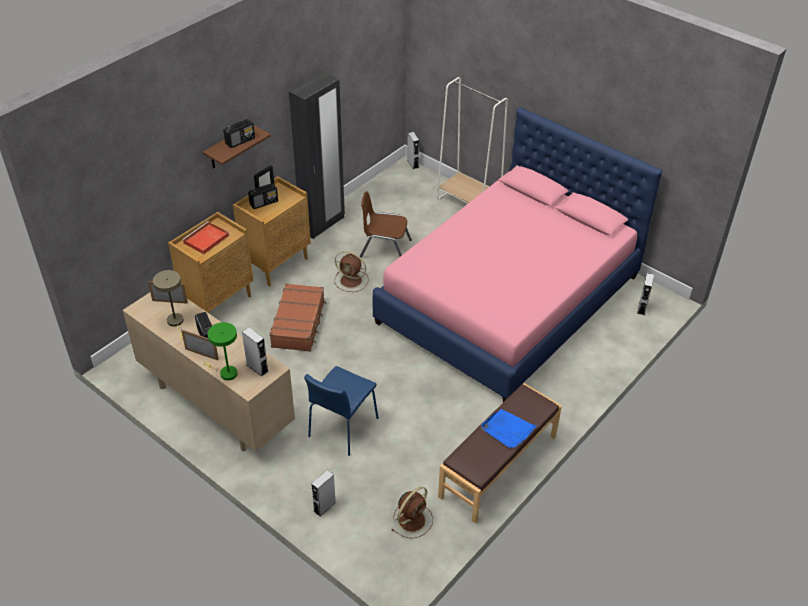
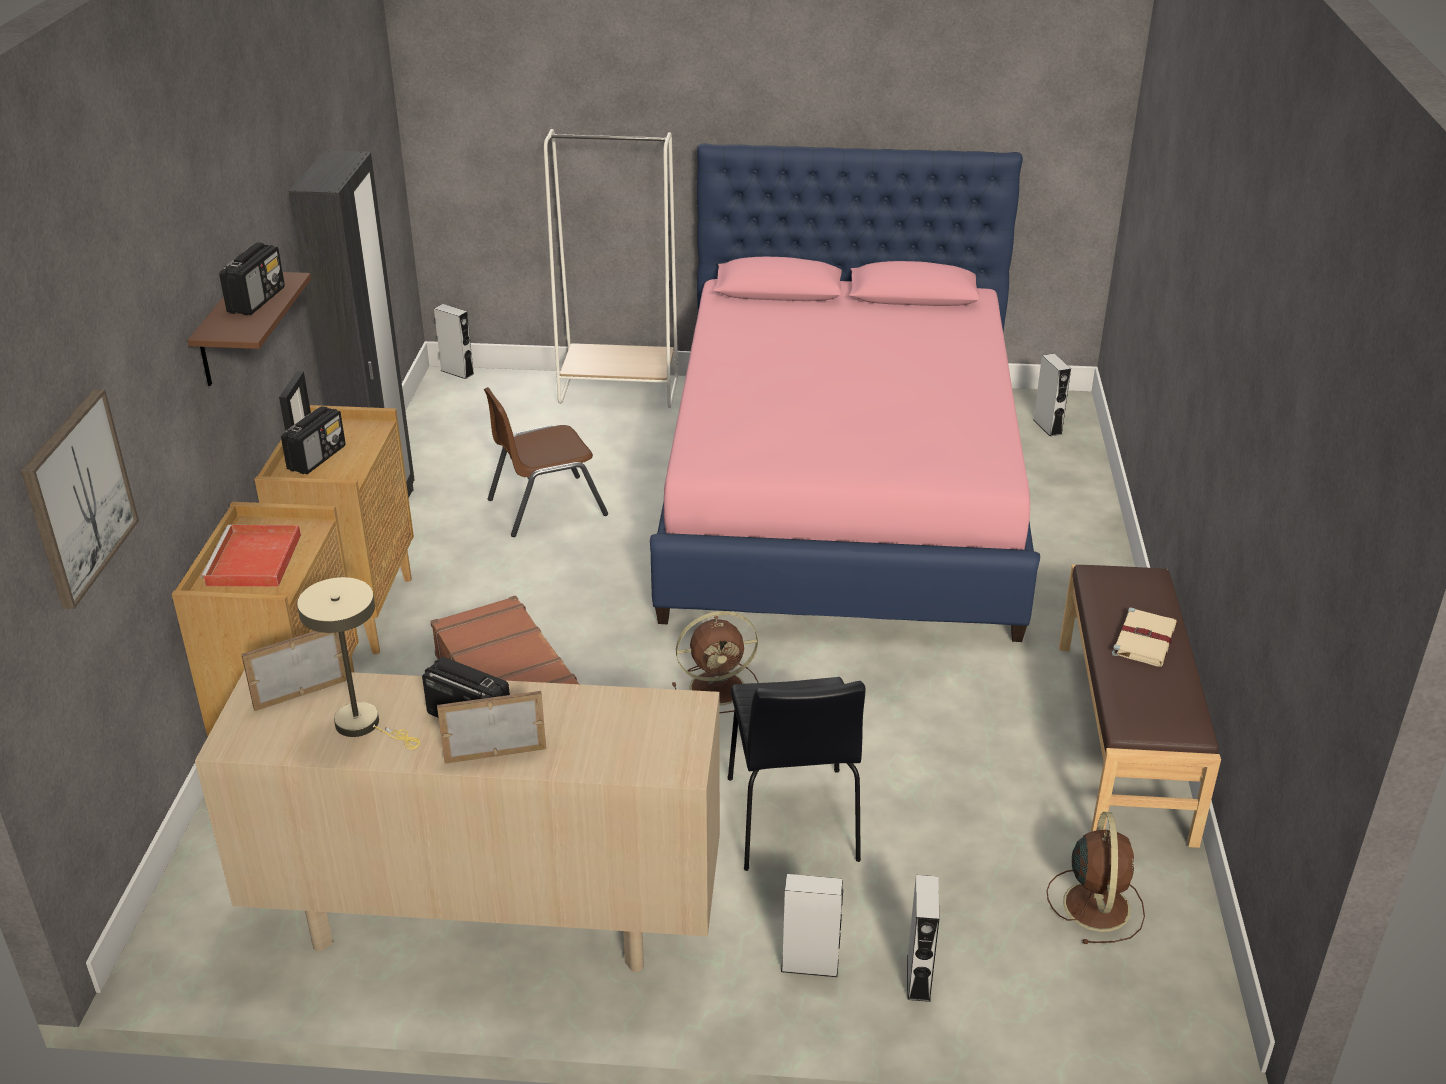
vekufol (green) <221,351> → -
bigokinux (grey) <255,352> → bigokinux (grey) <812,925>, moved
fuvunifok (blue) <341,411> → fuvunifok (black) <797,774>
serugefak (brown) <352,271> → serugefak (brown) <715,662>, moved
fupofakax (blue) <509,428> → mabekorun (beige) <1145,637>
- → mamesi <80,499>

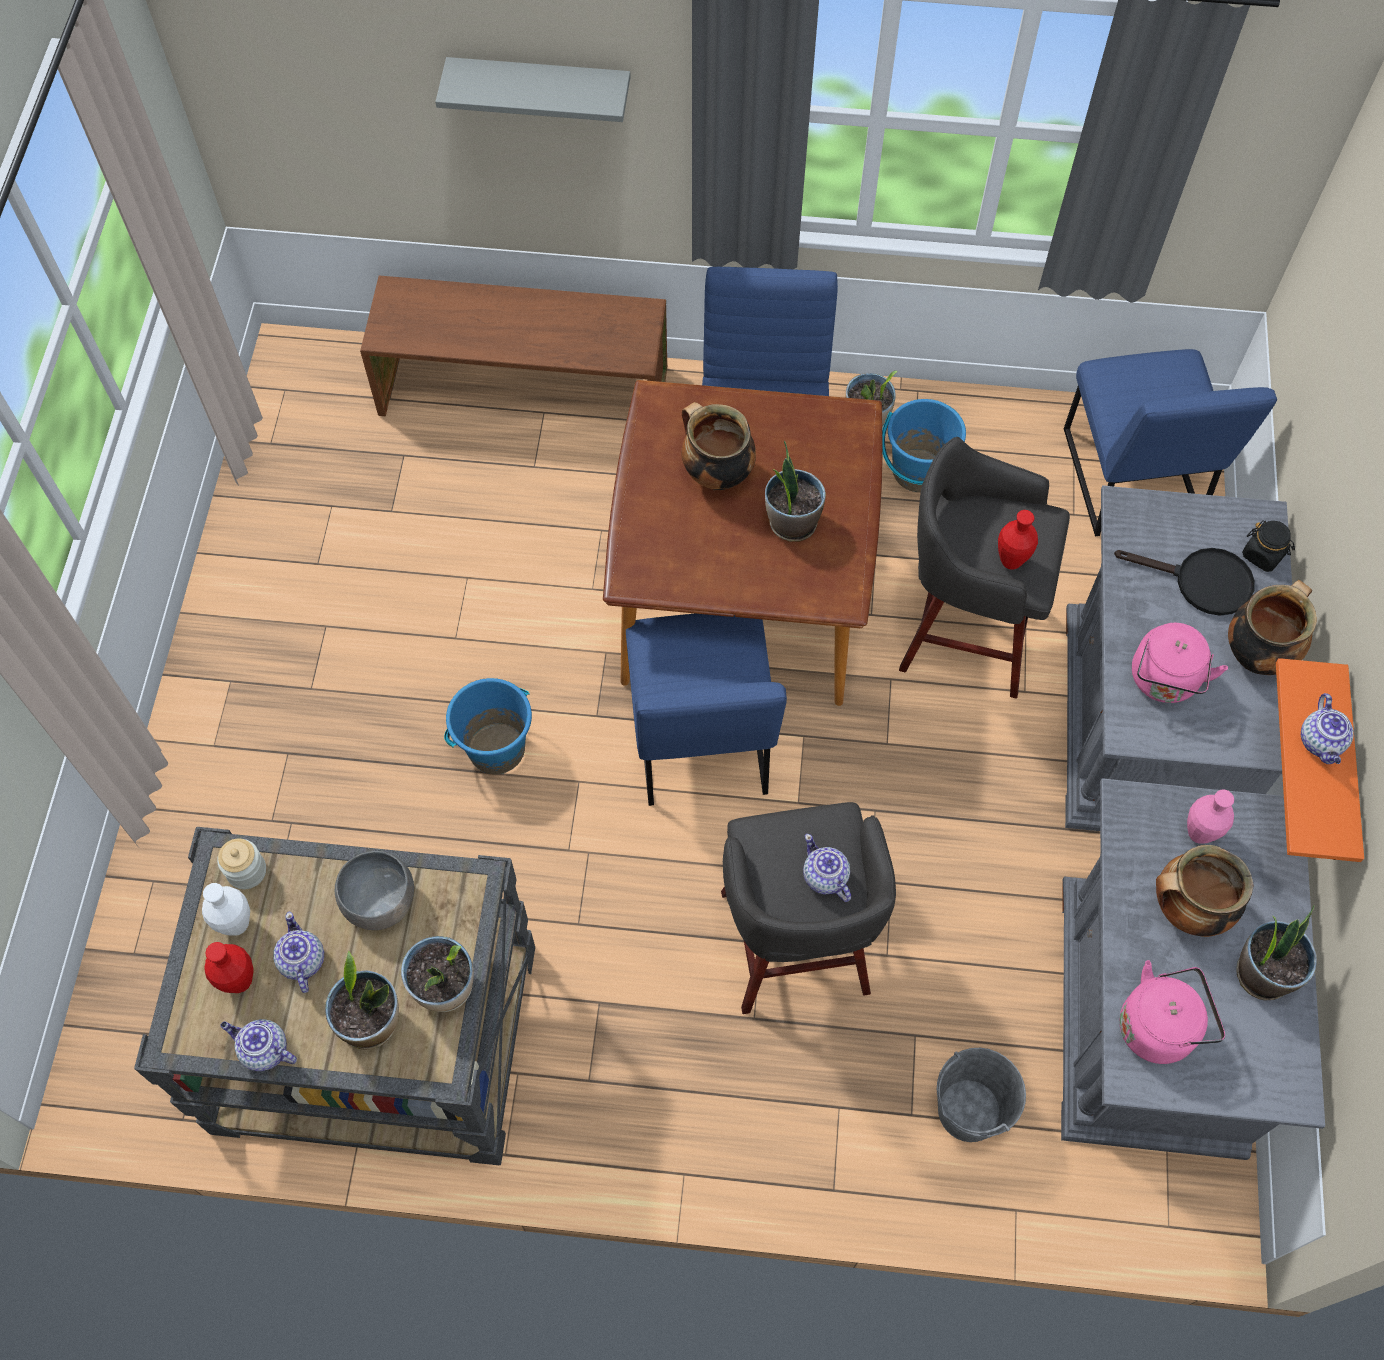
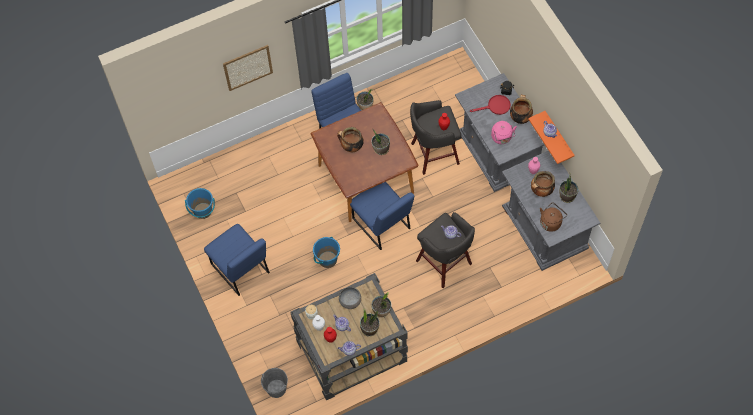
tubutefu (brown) <513,346> → -
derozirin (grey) <533,89> → mamesi <248,68>
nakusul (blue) <924,445> → nakusul (blue) <200,203>, moved
nakusul (grey) <981,1095> → nakusul (grey) <274,383>, moved
fuvunifok (blue) <1170,442> → fuvunifok (blue) <237,260>, moved
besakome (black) <1184,582> → besakome (red) <490,105>
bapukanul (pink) <1172,1012> → bapukanul (brown) <553,217>

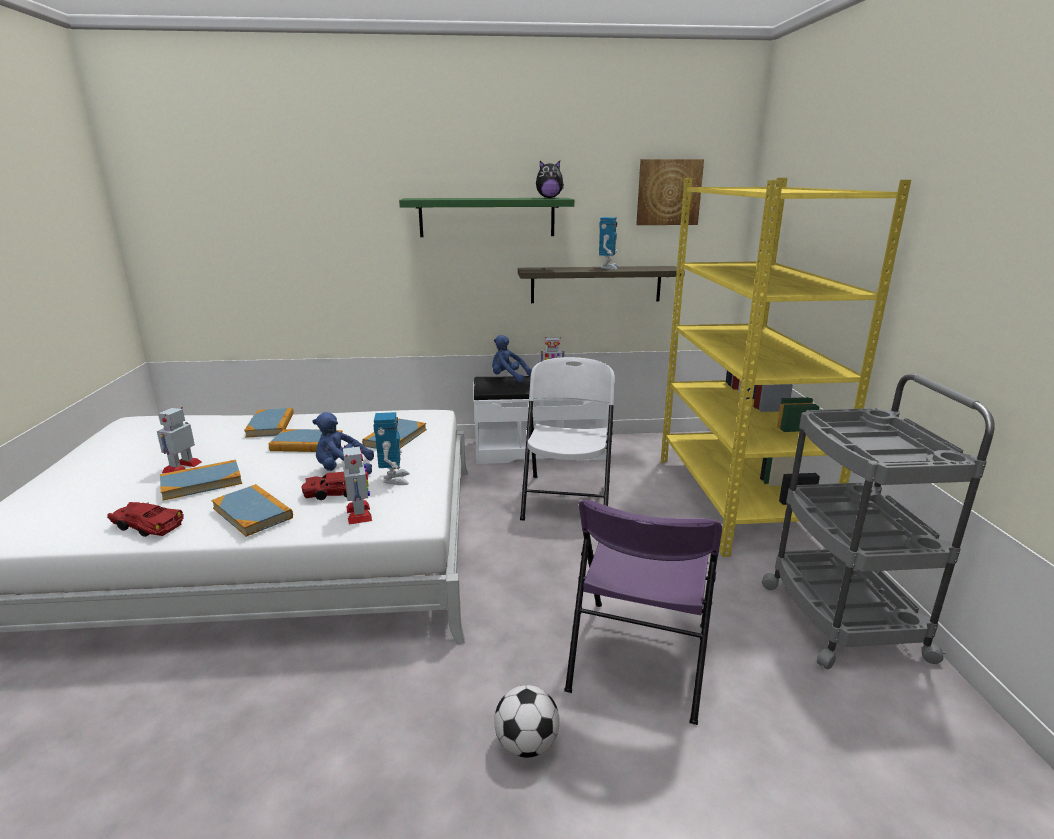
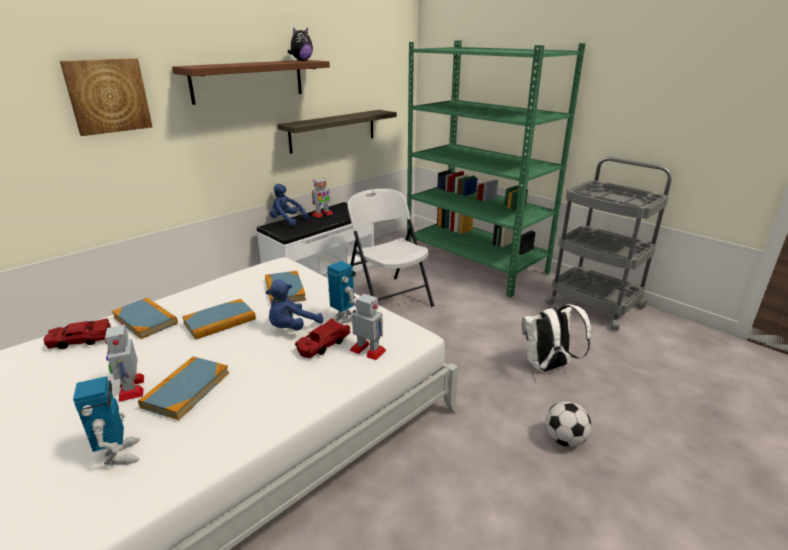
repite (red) <145,519> → repite (red) <77,333>, moved
mabekorun <252,510> → -
derozirin (green) <486,217> → derozirin (brown) <251,82>
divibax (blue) <512,359> → divibax (blue) <289,205>, 45 degrees clockwise
fuvunifok (purple) <643,612> → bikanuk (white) <556,338>
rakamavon <609,243> → rakamavon <106,420>, moved
mamesi <670,192> → mamesi <106,97>, moved
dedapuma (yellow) <786,367> → dedapuma (green) <496,169>

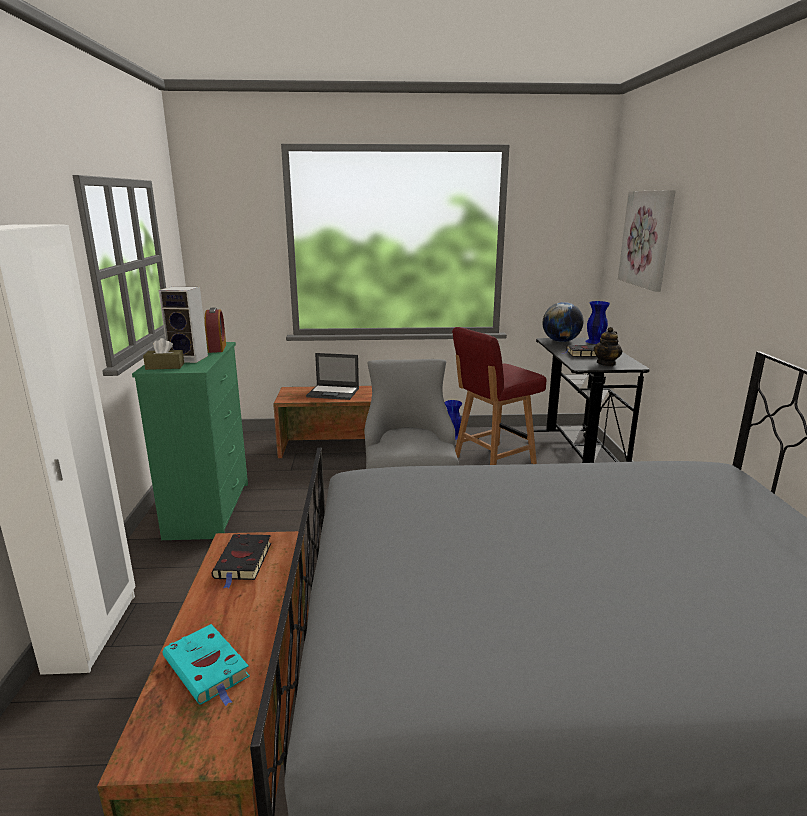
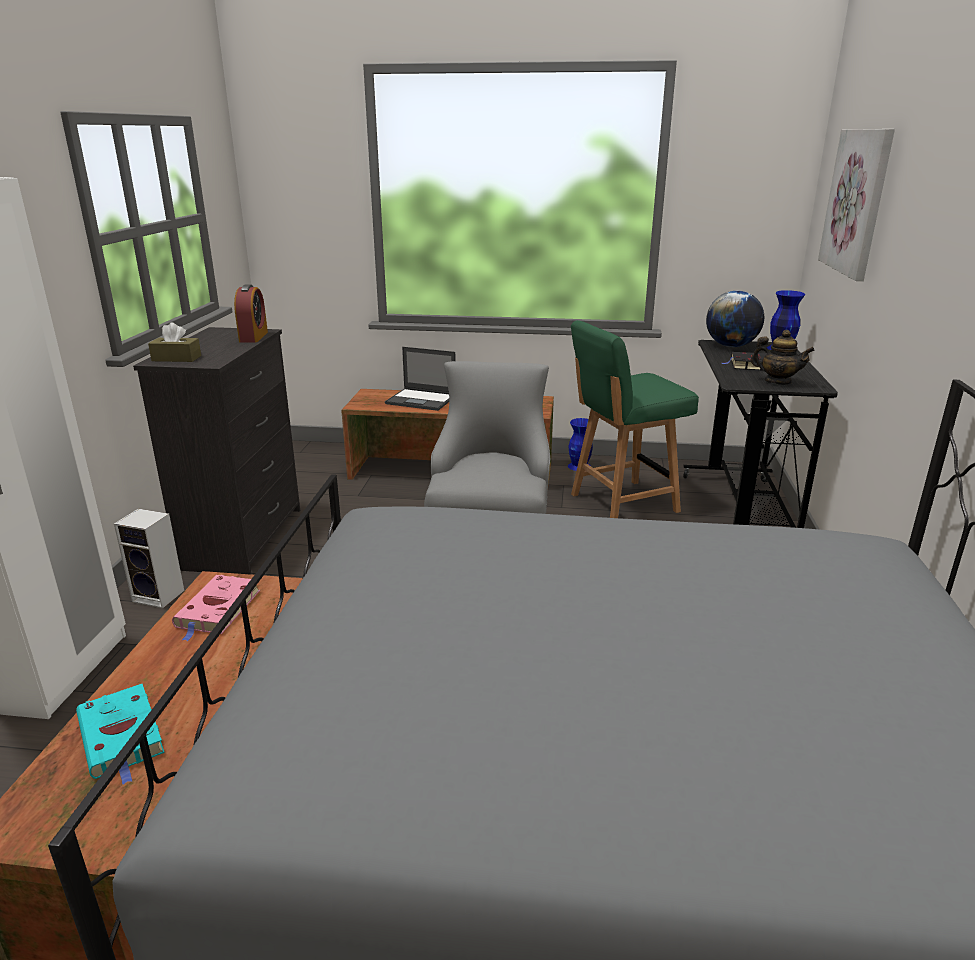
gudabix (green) <190,441> → gudabix (black) <216,450>
bigokinux <183,324> → bigokinux <149,558>, moved
mabekorun (black) <241,561> → mabekorun (pink) <216,608>
fuvunifok (red) <499,396> → fuvunifok (green) <635,419>
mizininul <608,346> → mizininul <783,357>, 105 degrees counterclockwise

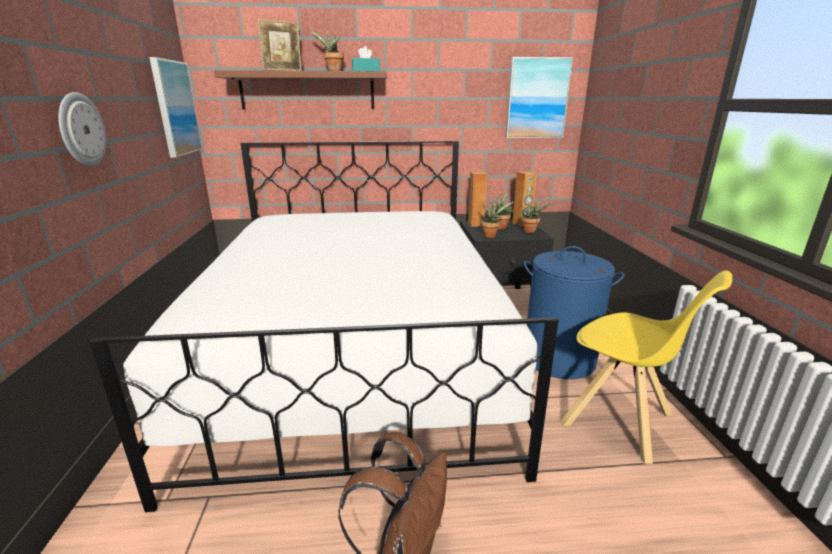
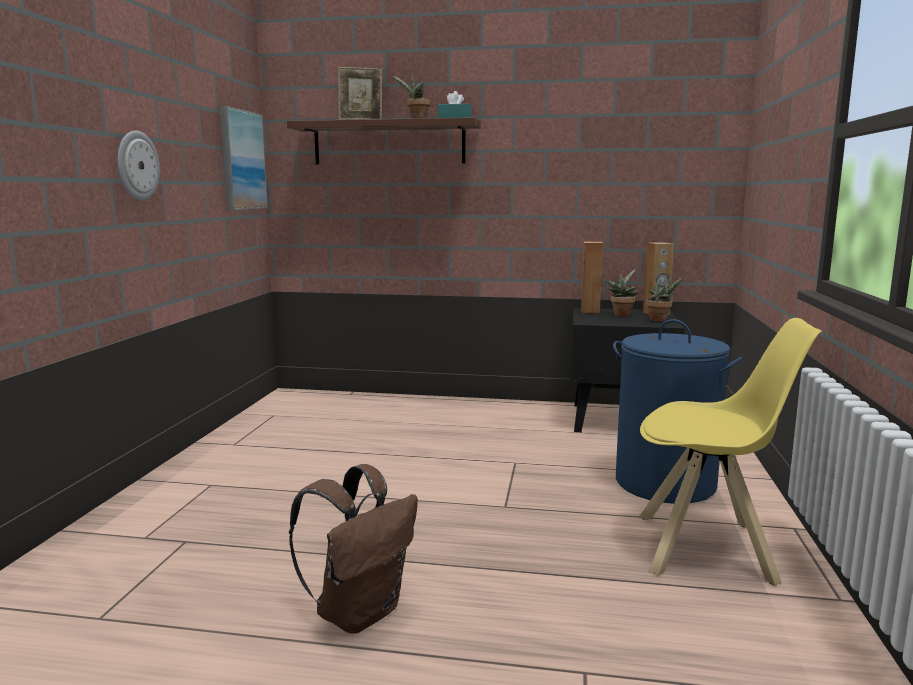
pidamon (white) <324,326> → -
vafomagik <497,219> → -
mamesi <539,97> → -
fuvunifok (yellow) <646,367> → fuvunifok (yellow) <730,451>, 45 degrees counterclockwise

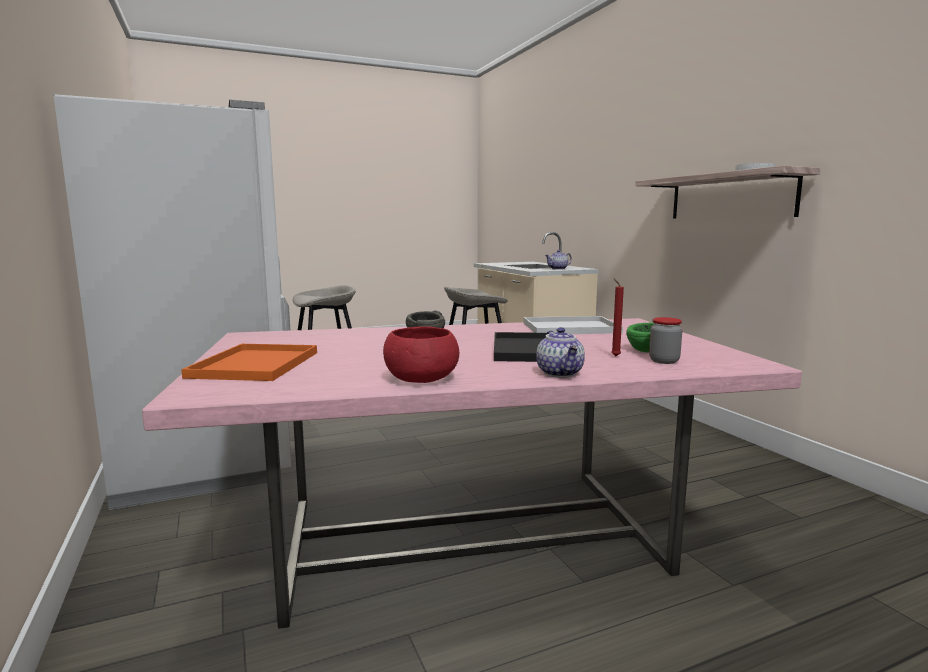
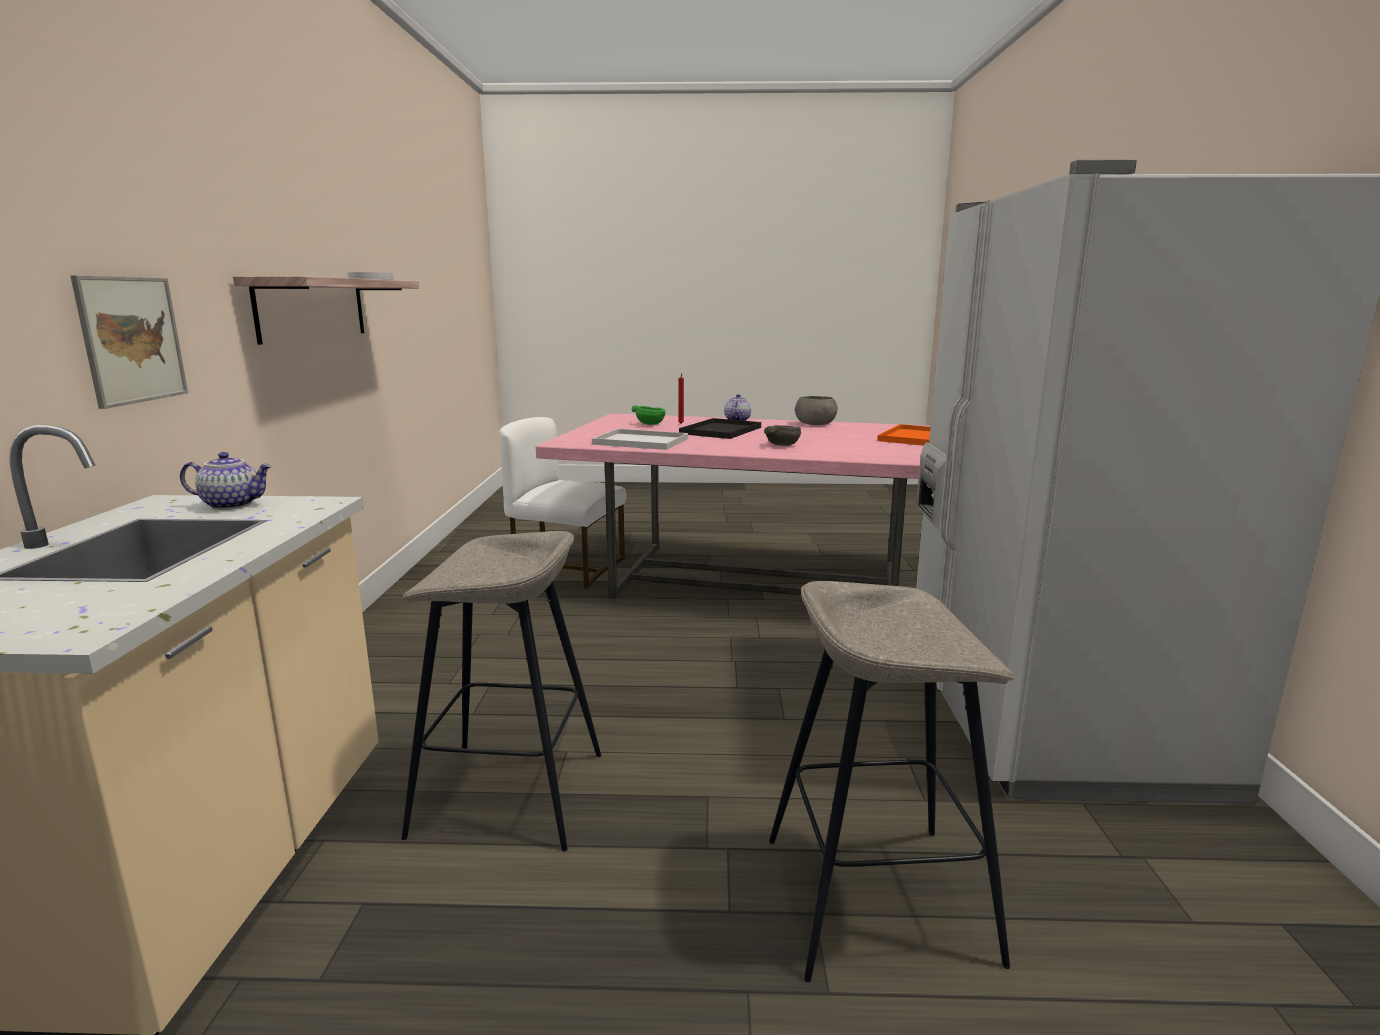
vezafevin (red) <421,354> → vezafevin (grey) <816,410>
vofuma <665,340> → -
- → mamesi <129,342>
- → fuvunifok (white) <562,502>

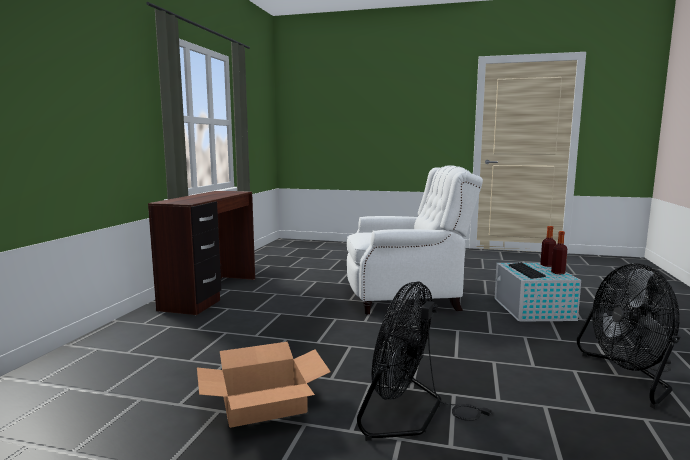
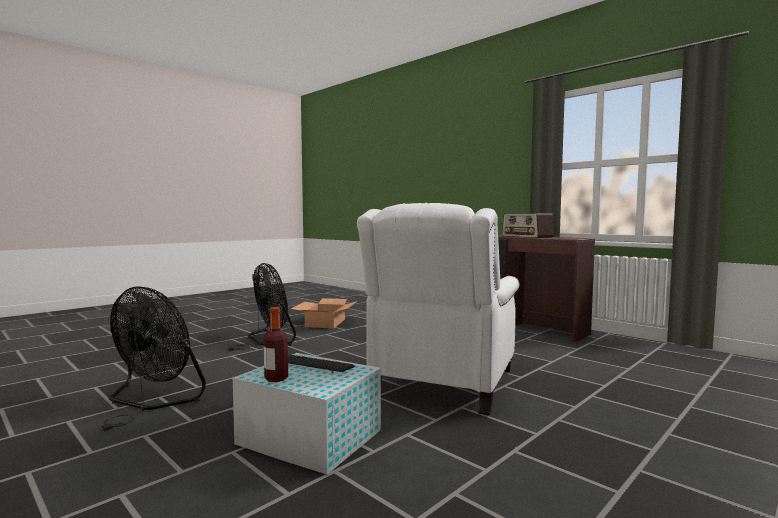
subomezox <548,246> → -
- → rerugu <528,225>

